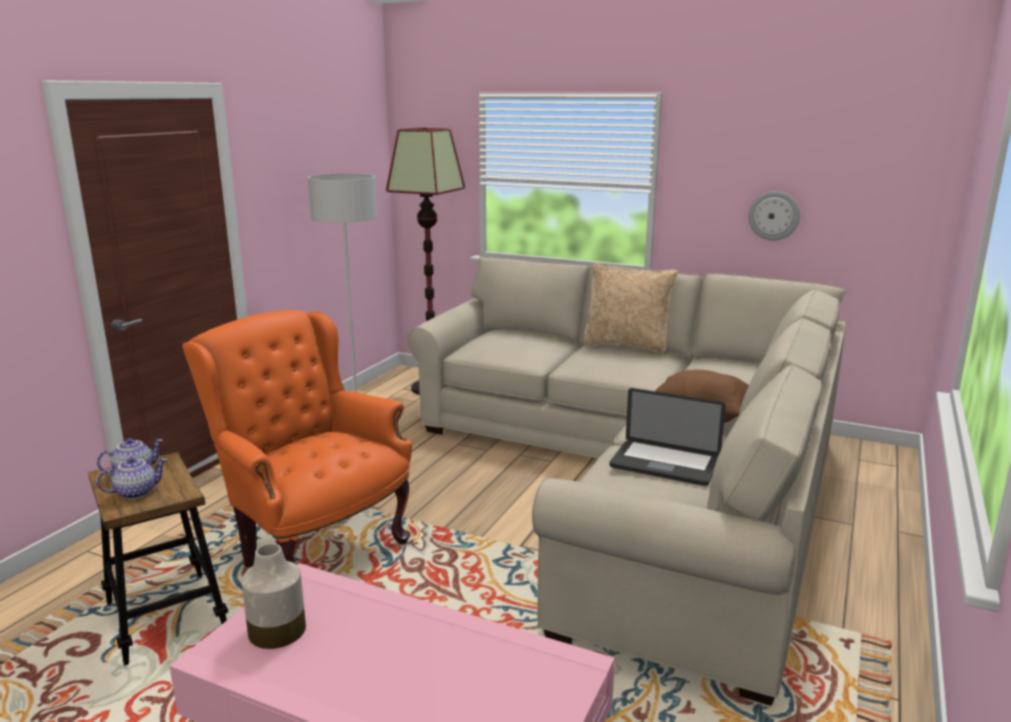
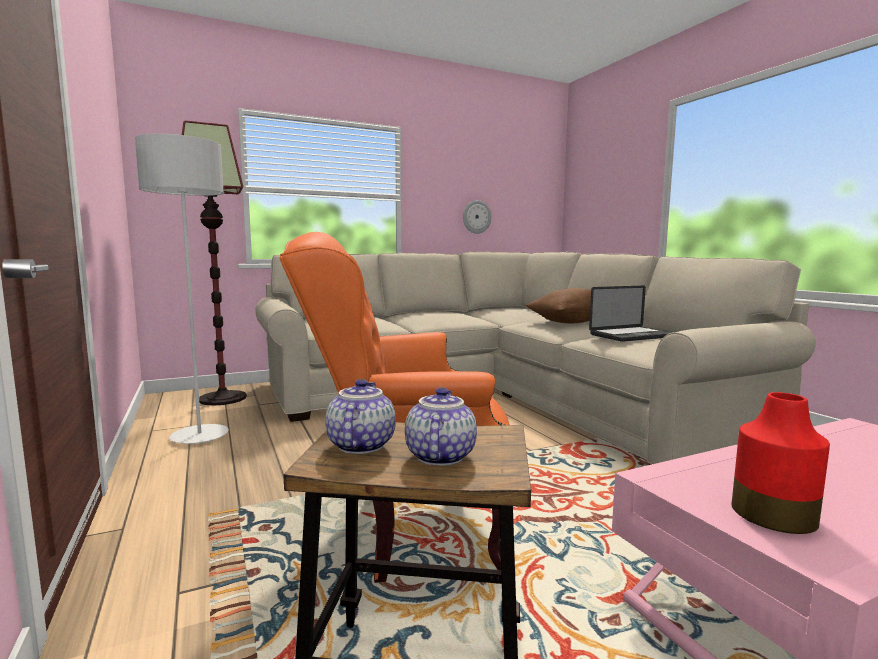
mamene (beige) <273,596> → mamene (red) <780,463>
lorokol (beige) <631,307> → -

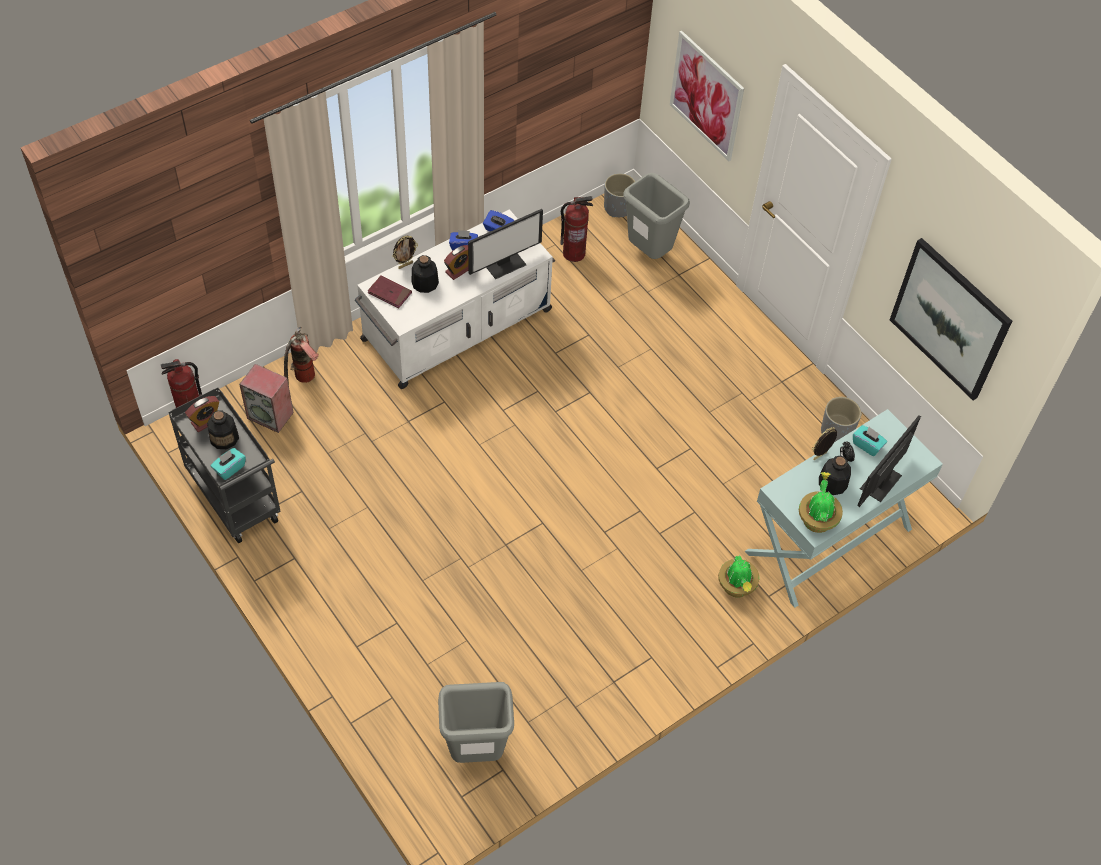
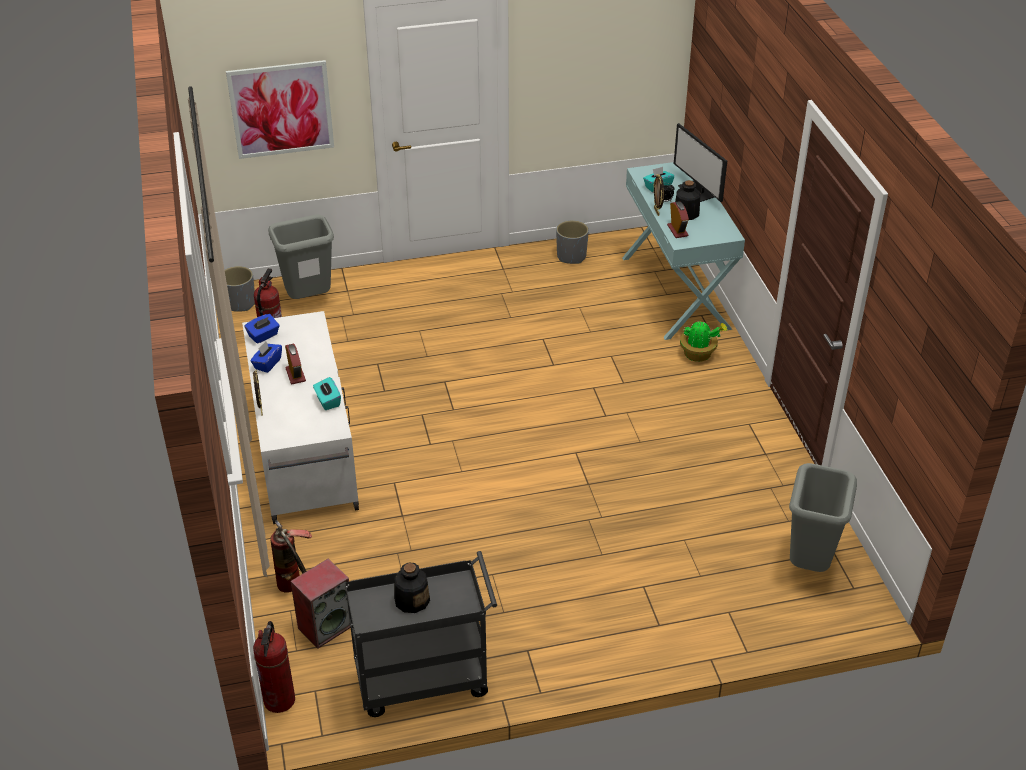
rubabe <202,414> → rubabe <678,219>, moved
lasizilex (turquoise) <228,464> → lasizilex (turquoise) <327,393>, moved
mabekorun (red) <390,292> → -
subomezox <425,274> → -
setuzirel <505,244> → -
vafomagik <821,502> → -
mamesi <951,319> → -

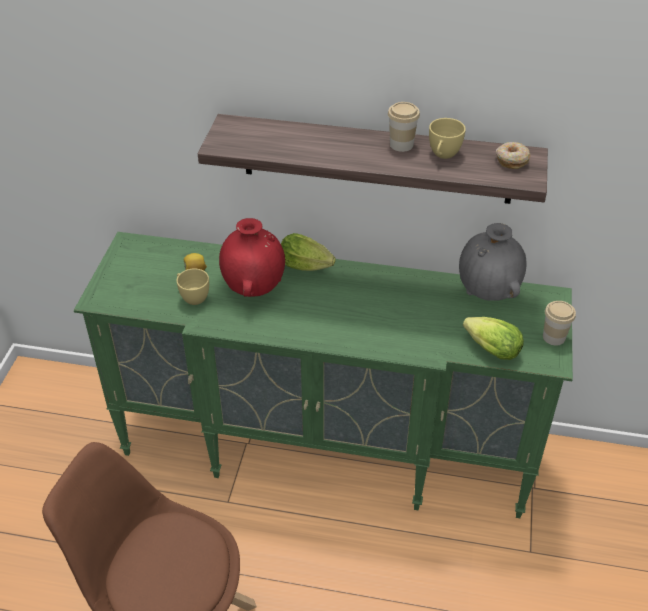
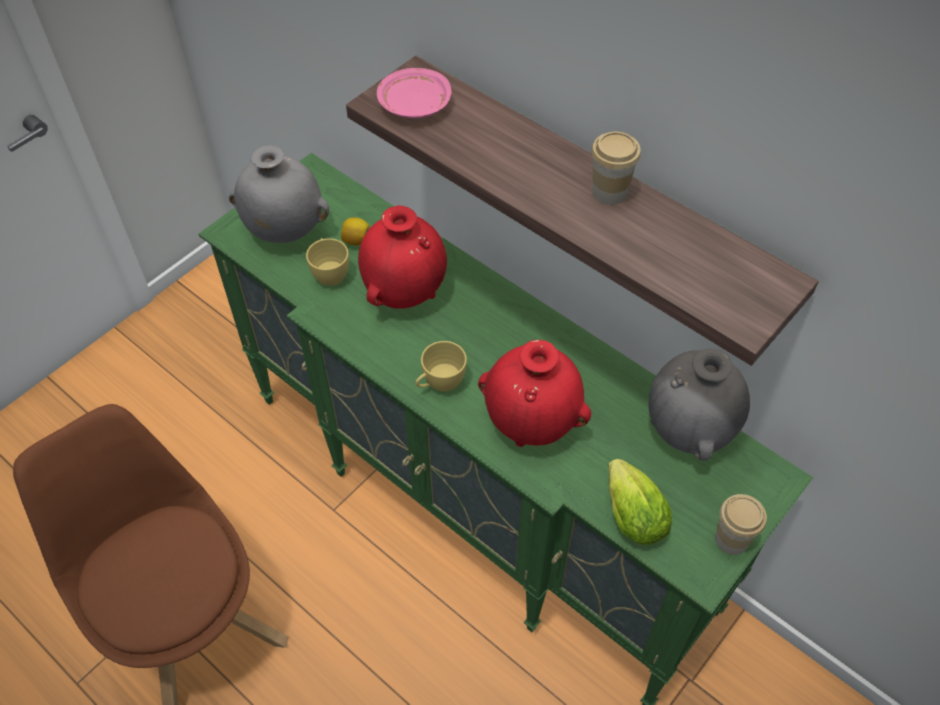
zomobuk <308,252> → -
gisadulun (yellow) <447,138> → gisadulun (yellow) <441,366>, moved
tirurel <513,155> → -
- → mamene (grey) <279,194>
- → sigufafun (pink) <414,93>
- → mamene (red) <534,393>

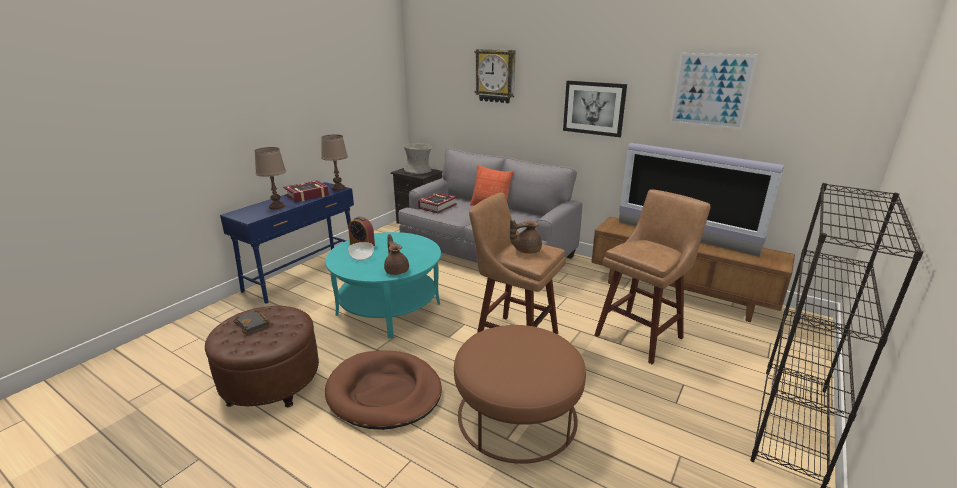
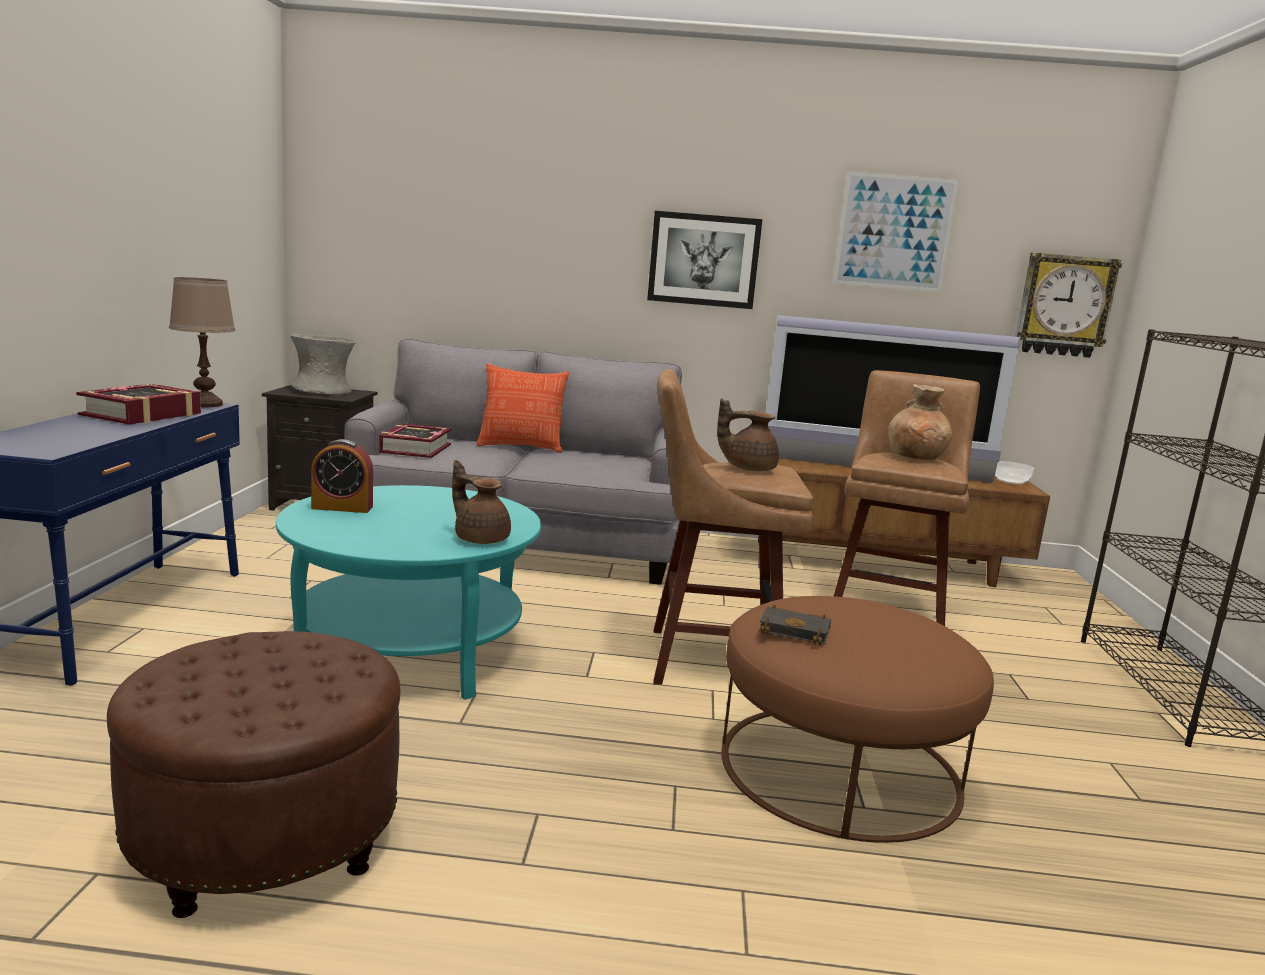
mabekorun (black) <251,322> → mabekorun (black) <795,625>, moved
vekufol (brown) <270,178> → -
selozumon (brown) <383,390> → -
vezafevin <361,251> → vezafevin <1014,472>, moved
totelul <495,76> → totelul <1068,305>, moved
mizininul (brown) <526,236> → mizininul (brown) <748,434>, 45 degrees clockwise
- → mamene (brown) <920,422>

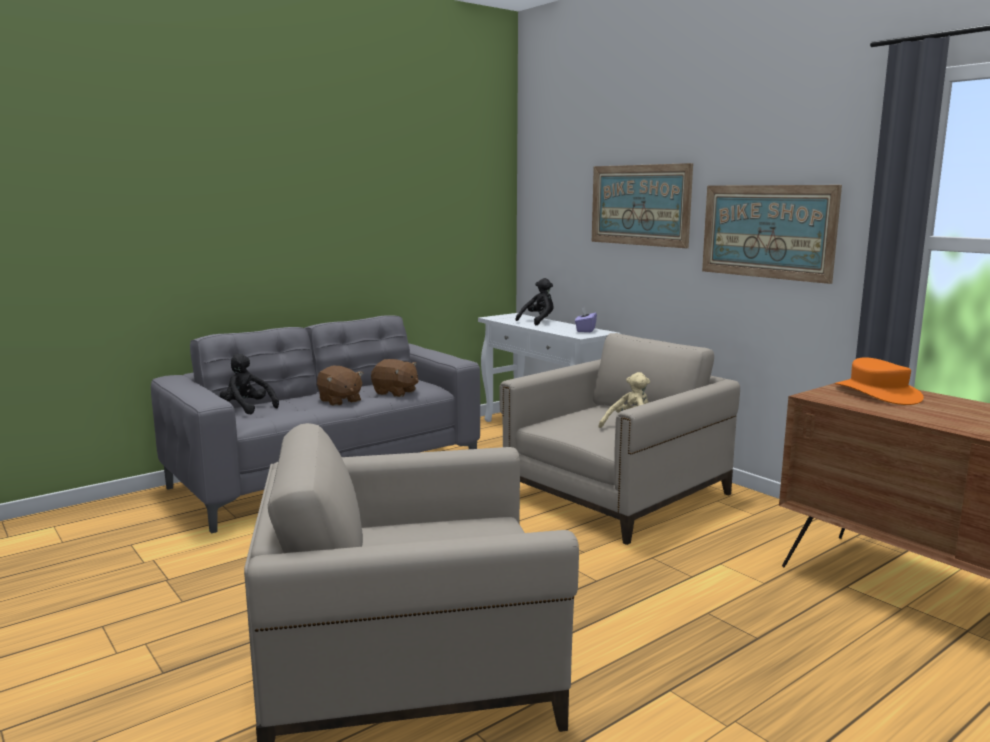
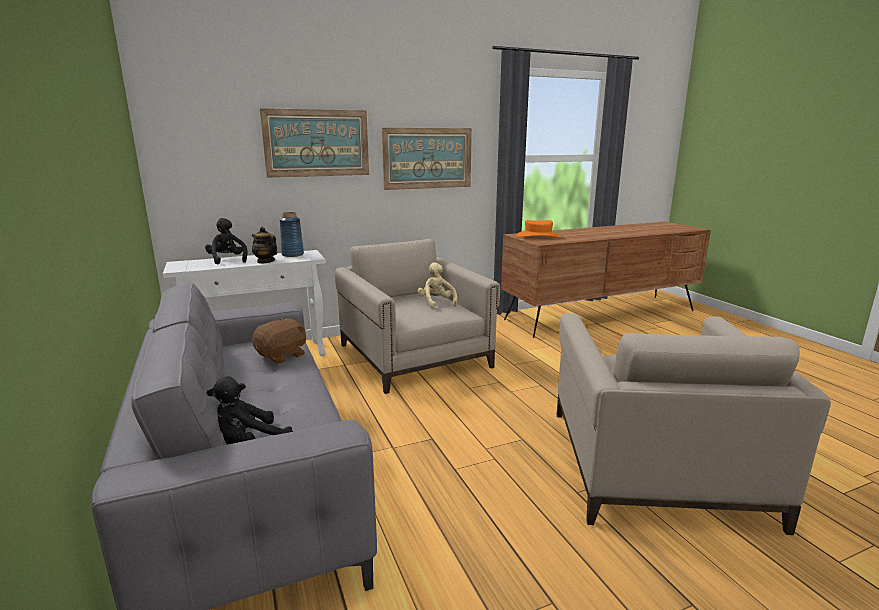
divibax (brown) <340,386> → -
lasizilex (purple) <586,319> → mamene (blue) <292,234>
- → mizininul <264,245>

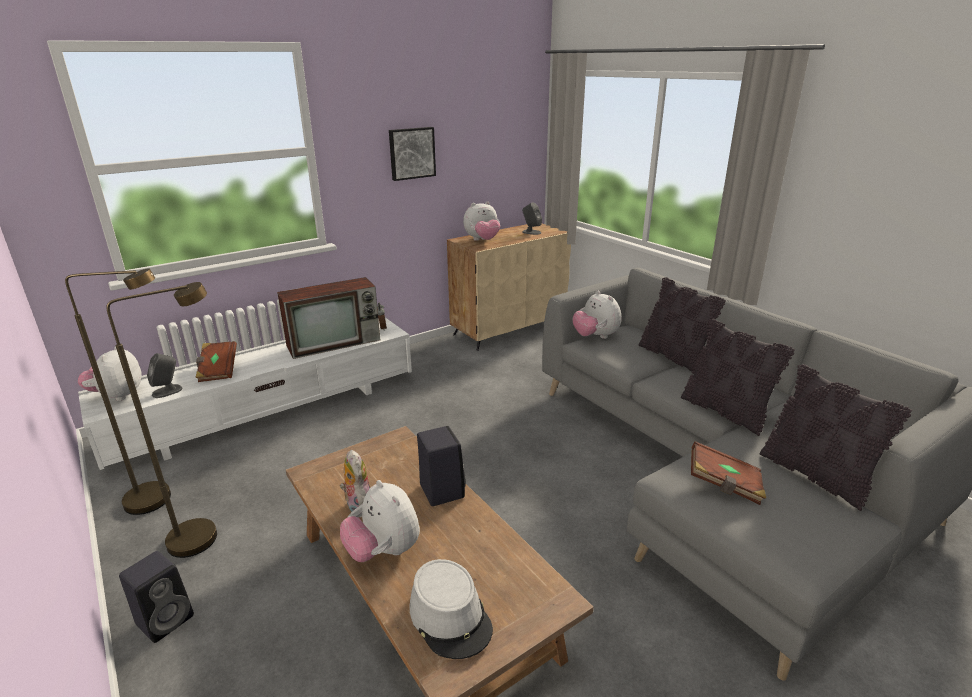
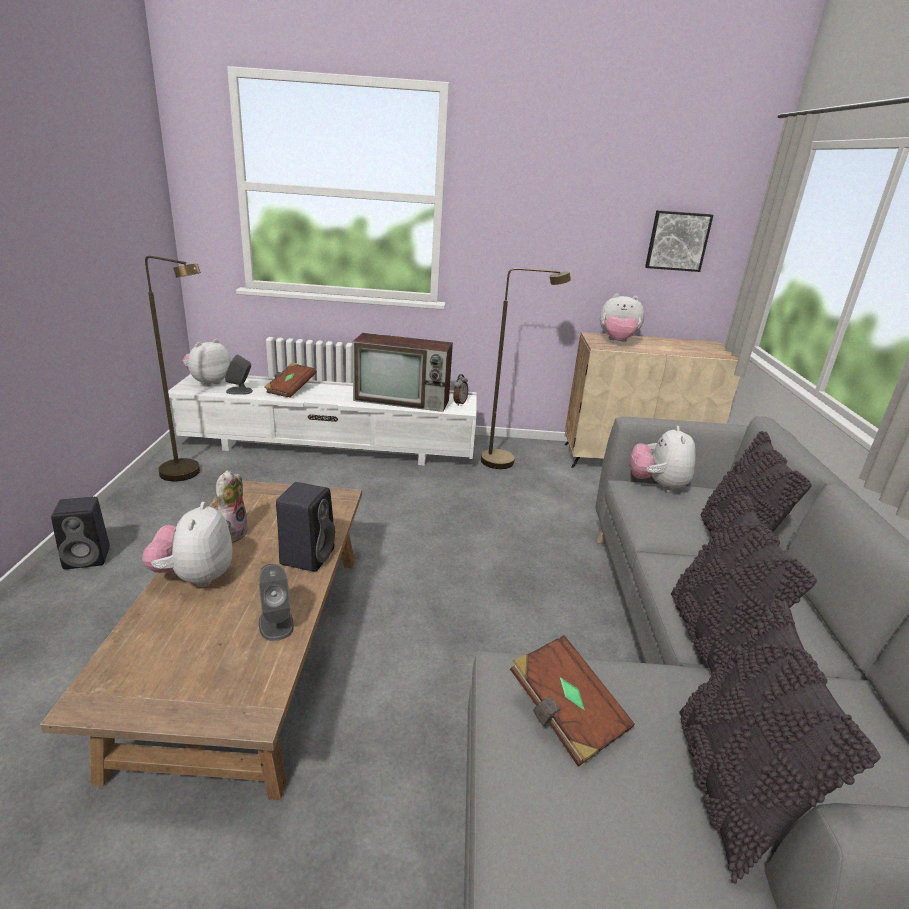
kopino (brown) <161,420> → kopino (brown) <526,368>, moved
mamesi <412,154> → mamesi <679,241>, moved
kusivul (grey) <451,609> → -
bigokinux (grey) <532,218> → bigokinux (grey) <276,602>, moved

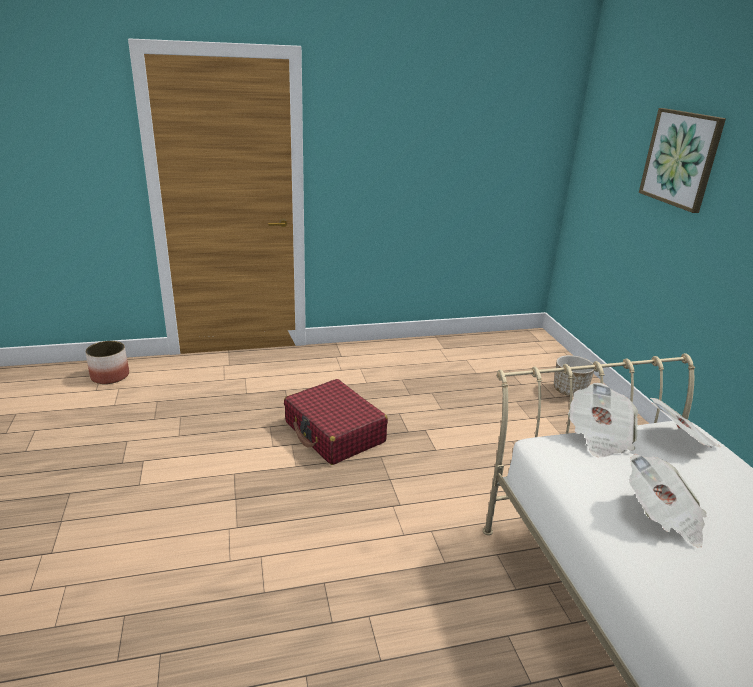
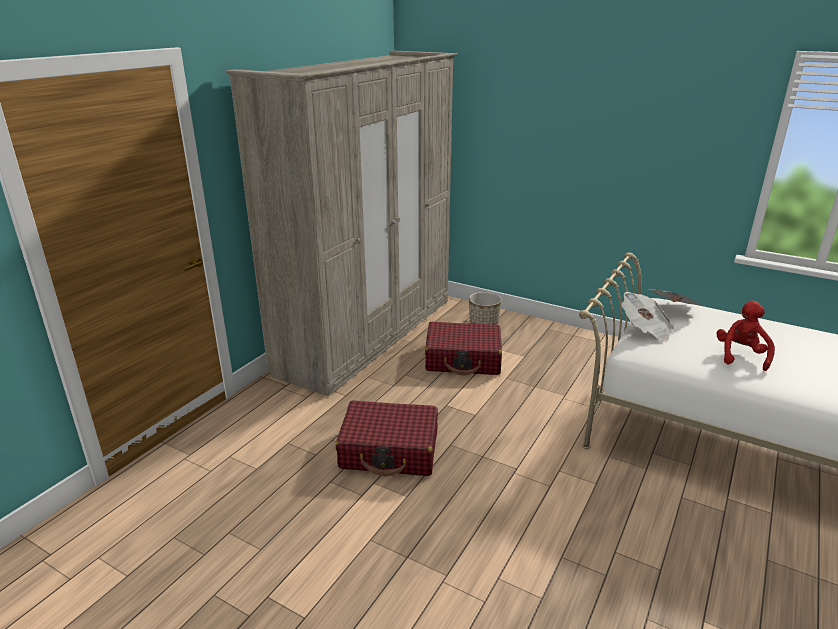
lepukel <107,362> → -
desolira <668,501> → divibax (red) <746,336>
mamesi <682,160> → -
- → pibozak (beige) <341,223>
- → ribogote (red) <463,348>

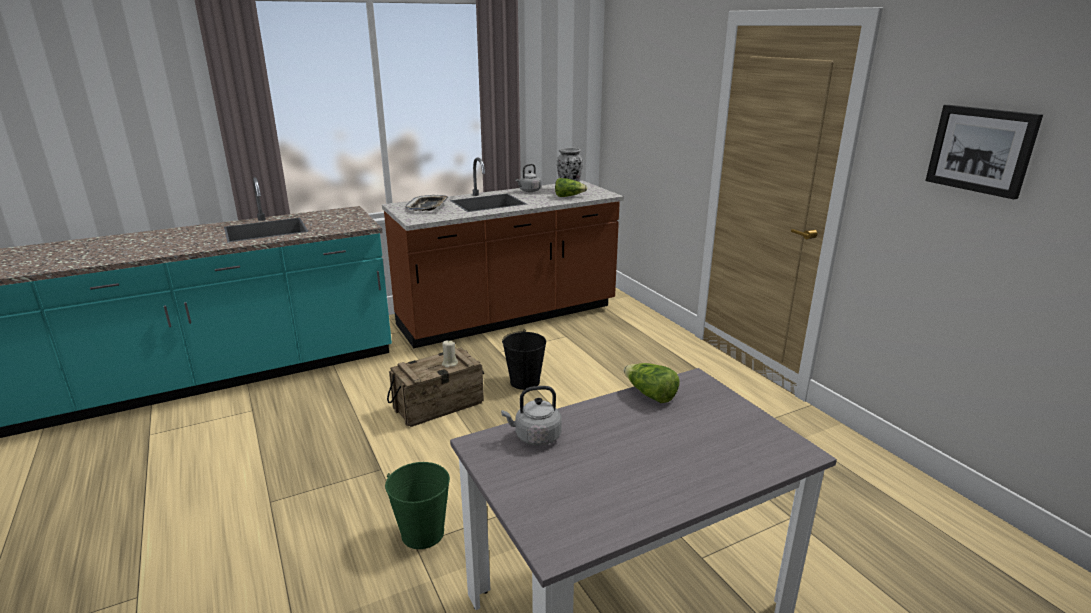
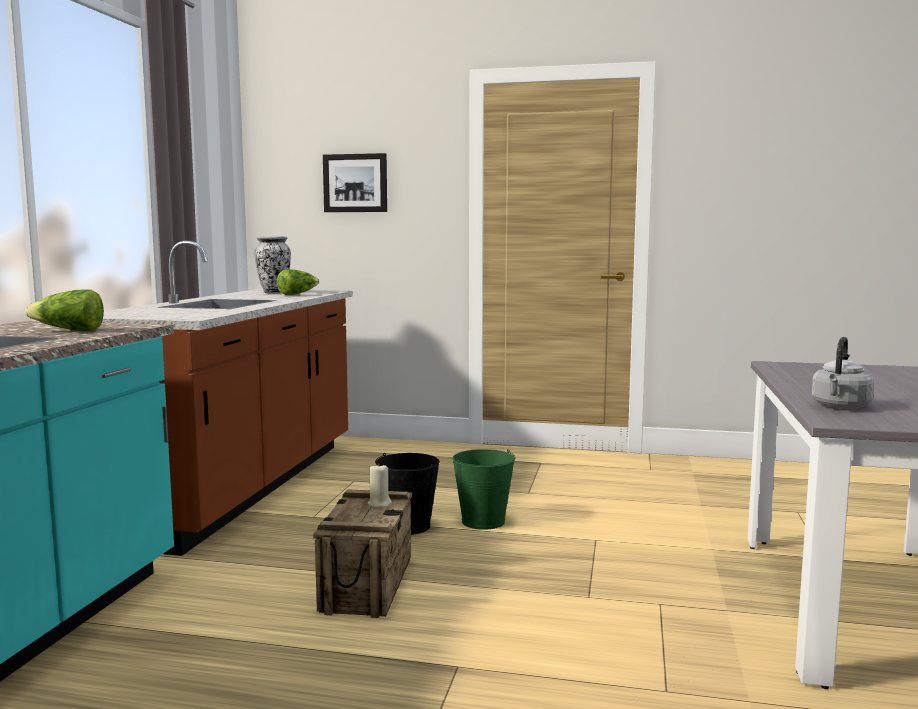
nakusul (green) <417,505> → nakusul (green) <484,489>, moved
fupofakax <426,203> → -
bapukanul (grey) <528,178> → -
zomobuk <652,383> → zomobuk <64,310>, moved
mamesi <984,152> → mamesi <355,182>, moved

